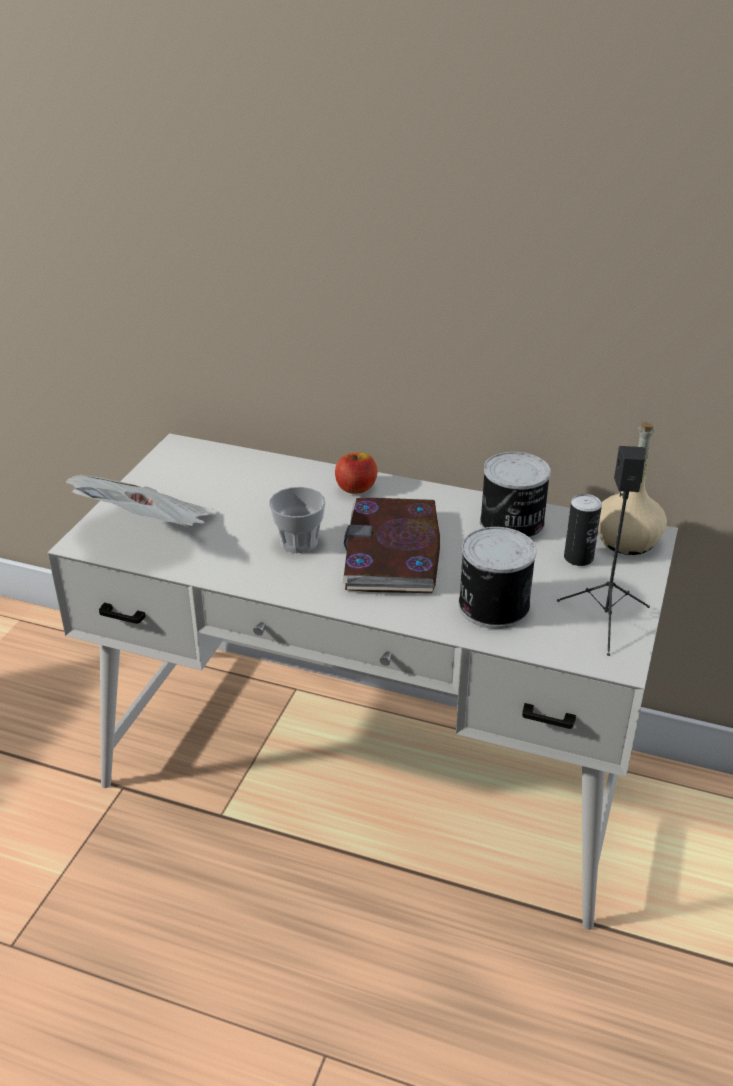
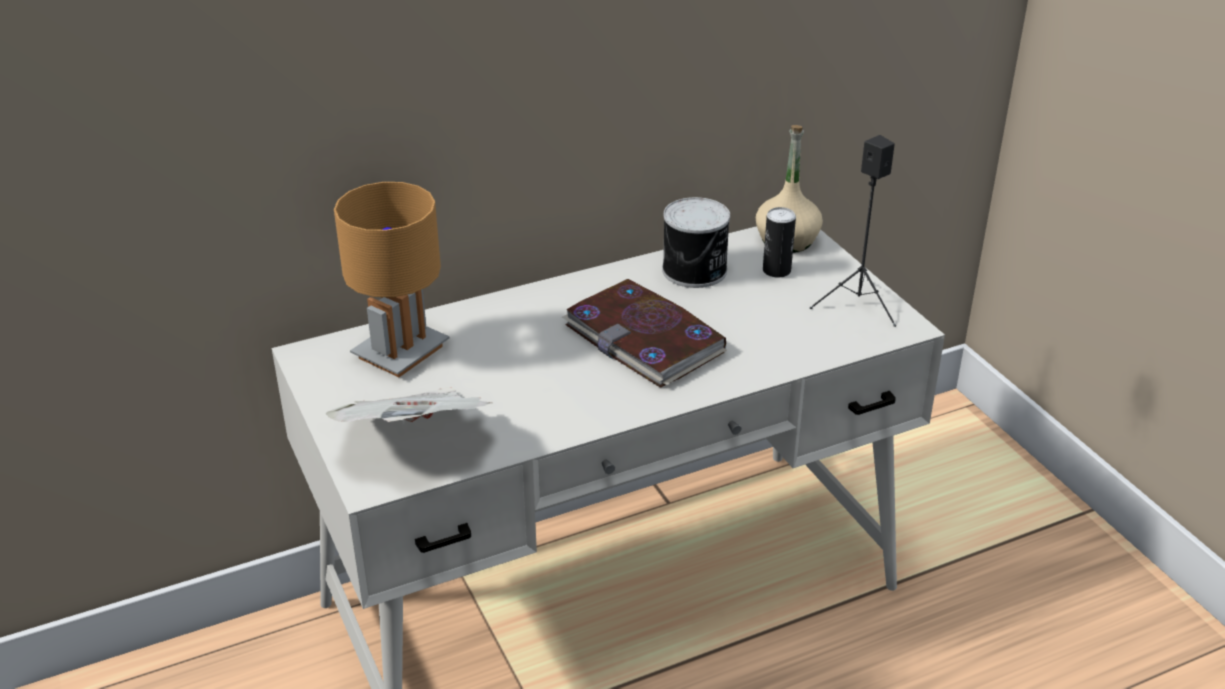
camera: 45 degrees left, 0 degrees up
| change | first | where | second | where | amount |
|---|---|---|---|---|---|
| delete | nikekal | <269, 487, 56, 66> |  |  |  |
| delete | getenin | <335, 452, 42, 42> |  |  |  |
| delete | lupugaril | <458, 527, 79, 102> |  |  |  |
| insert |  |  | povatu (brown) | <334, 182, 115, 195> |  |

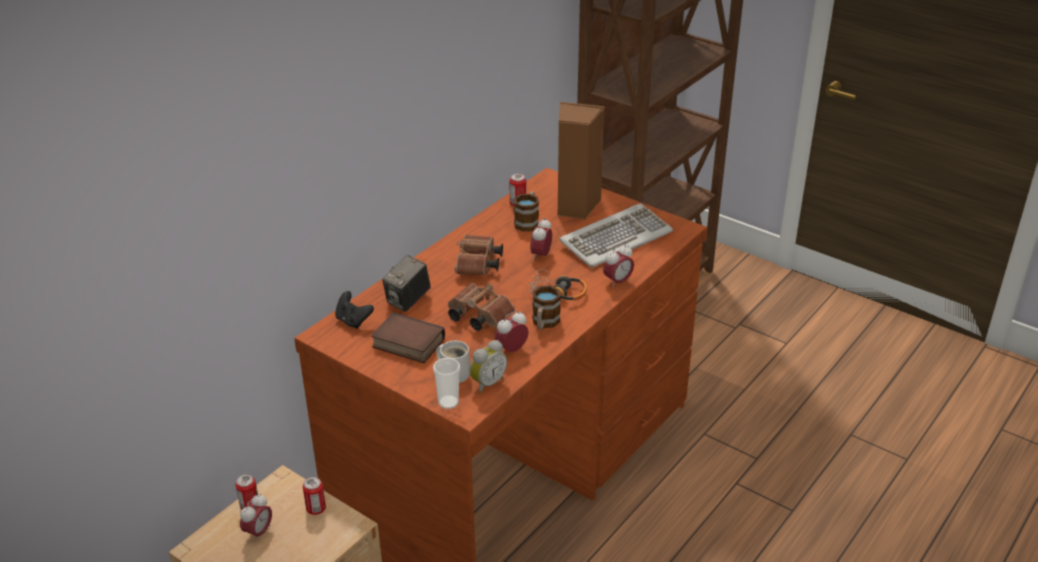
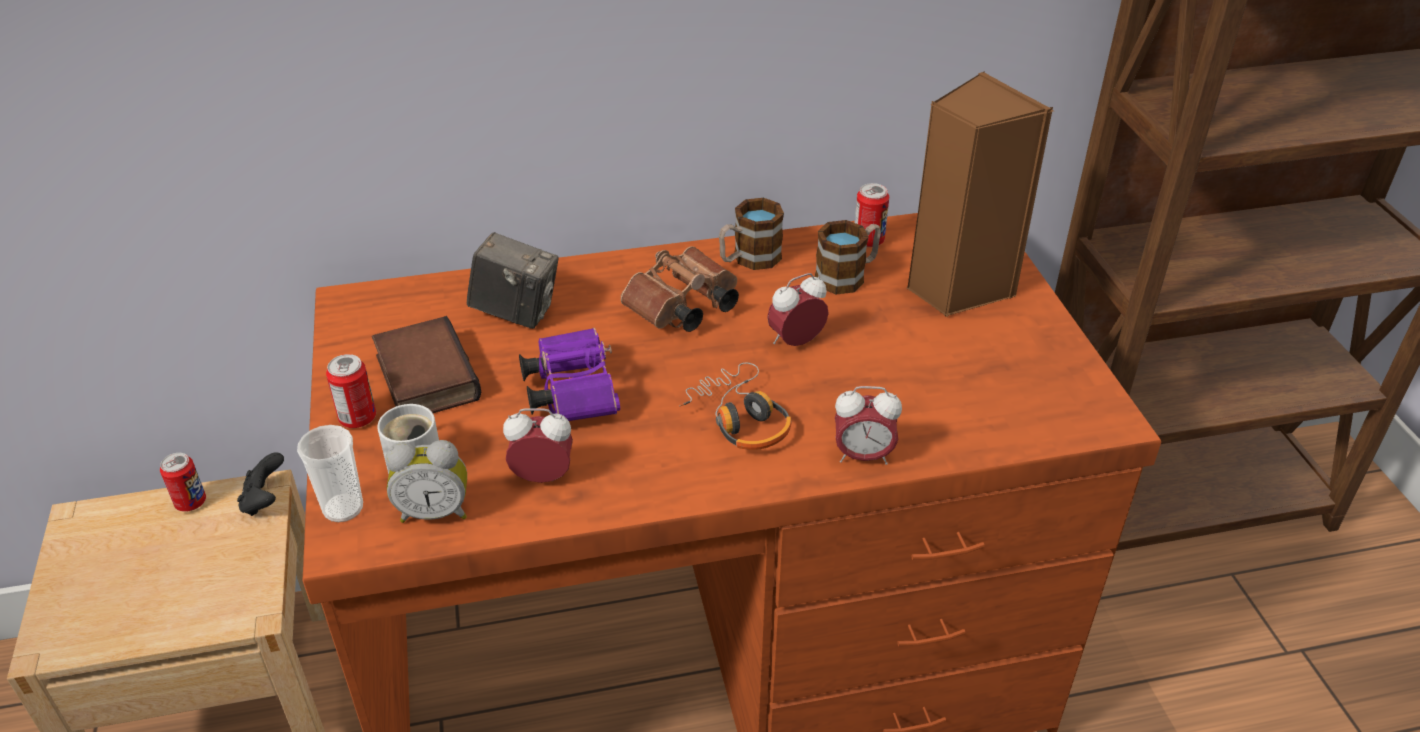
camera: 40 degrees right, 5 degrees up
| change | first | where | second | where | amount |
|---|---|---|---|---|---|
| delete | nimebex | <240, 494, 32, 48> |  |  |  |
| delete | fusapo | <559, 203, 114, 65> |  |  |  |
| move | lupugaril | <303, 477, 23, 38> |  | <326, 354, 50, 74> |  |
| move | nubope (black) | <335, 291, 39, 38> |  | <237, 452, 47, 64> |  |
| move | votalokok | <532, 285, 29, 45> |  | <719, 198, 65, 72> |  |
| recolor | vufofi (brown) | <448, 283, 67, 48> | vufofi (purple) | <519, 328, 101, 93> |  |
| rotate | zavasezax | <382, 255, 49, 57> |  | <467, 232, 92, 97> | 150 degrees counterclockwise |

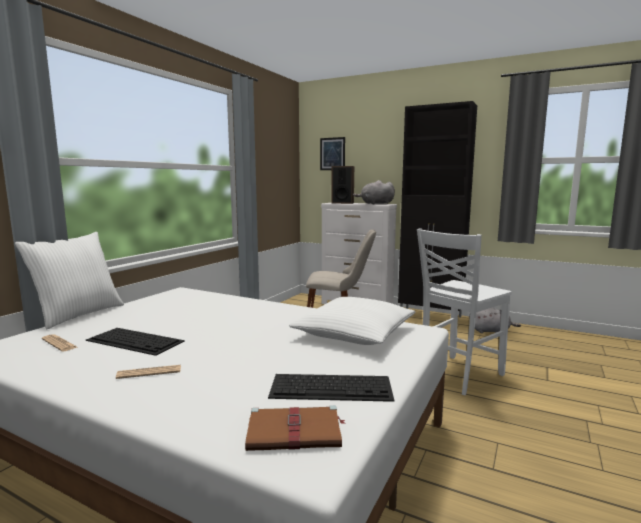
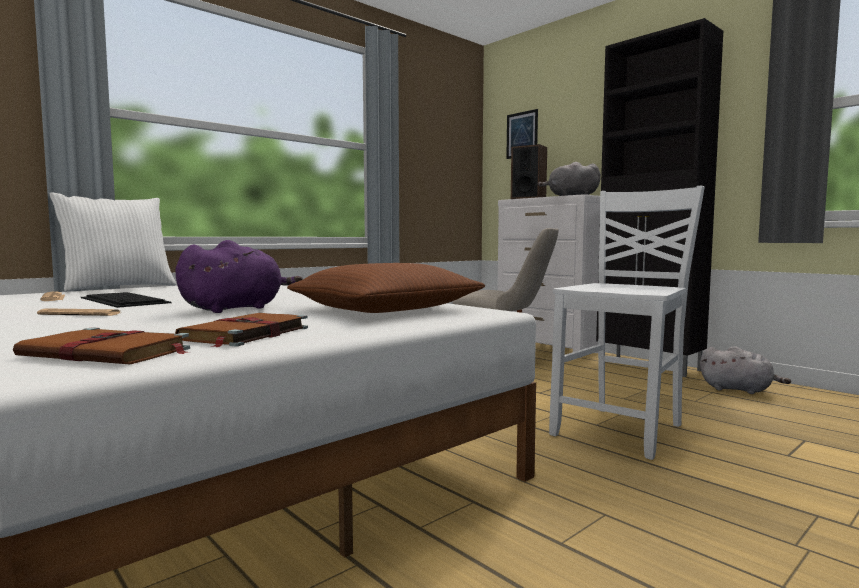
camera: 20 degrees right, 5 degrees down
| change | first | where | second | where | amount |
|---|---|---|---|---|---|
| insert |  |  | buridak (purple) | <175, 240, 127, 73> |  |
| replace | fusapo | <268, 374, 126, 28> | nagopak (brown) | <175, 313, 133, 34> |  |
| recolor | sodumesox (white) | <289, 297, 127, 48> | sodumesox (brown) | <287, 263, 198, 50> |  |
| rotate | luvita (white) | <417, 228, 95, 167> |  | <549, 186, 156, 274> | 150 degrees clockwise |

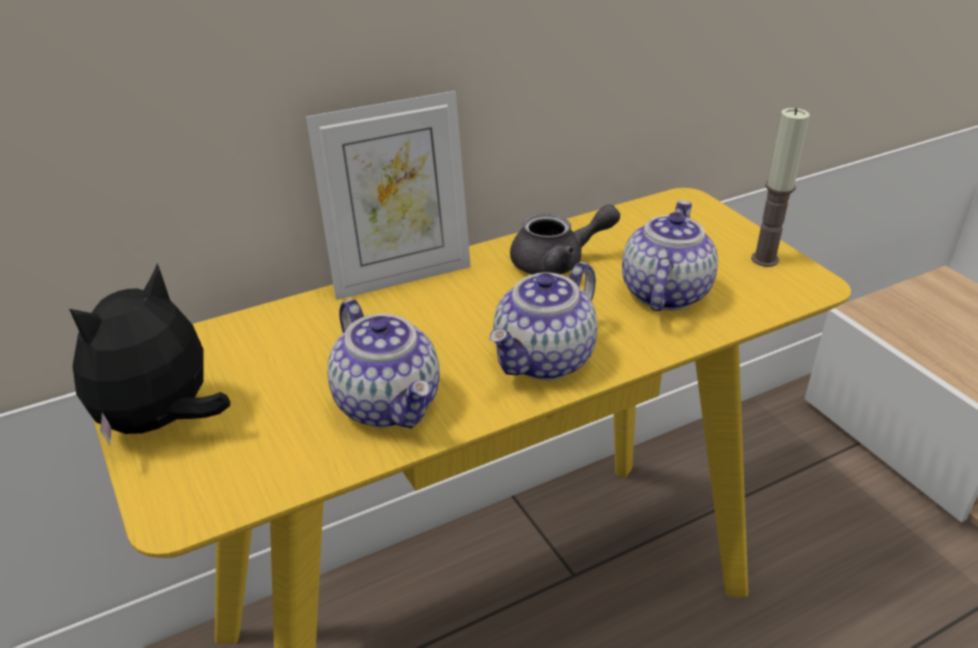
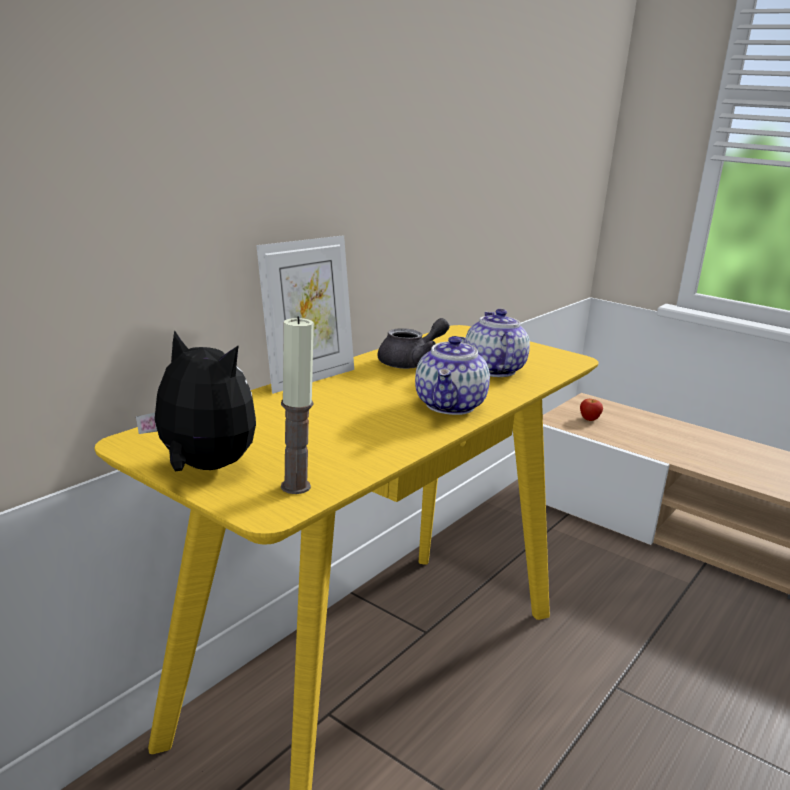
camera: 25 degrees left, 15 degrees down
| change | first | where | second | where | amount |
|---|---|---|---|---|---|
| delete | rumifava | <327, 299, 113, 129> |  |  |  |
| insert |  |  | getenin | <580, 399, 23, 22> |  |
| move | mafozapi | <751, 108, 59, 159> |  | <281, 316, 33, 178> |  |
| rotate | buridak | <69, 263, 161, 182> |  | <136, 330, 120, 141> | 105 degrees clockwise |

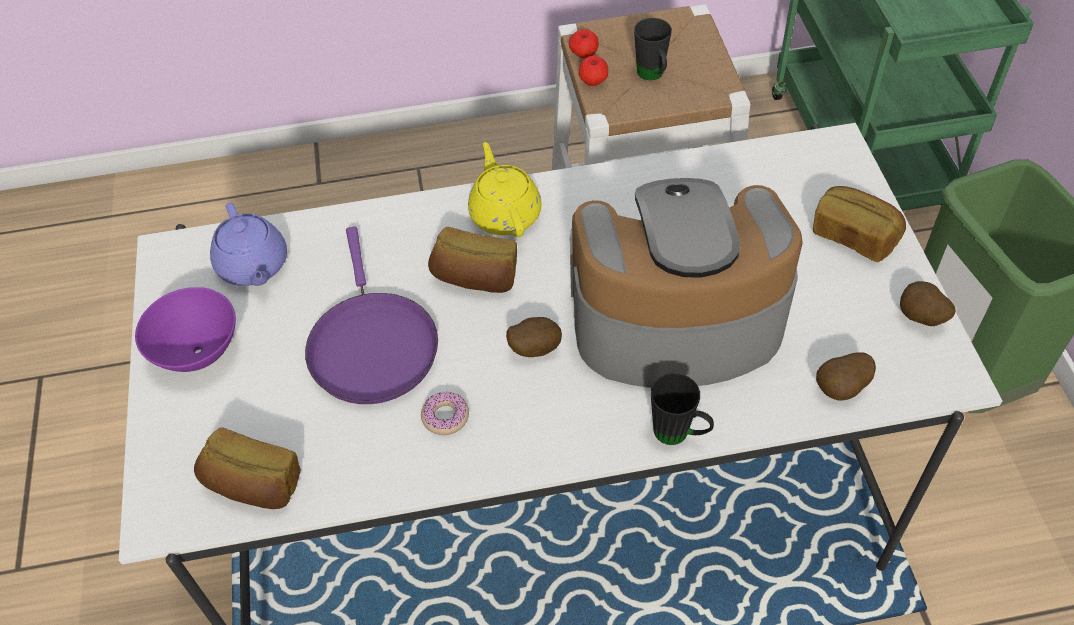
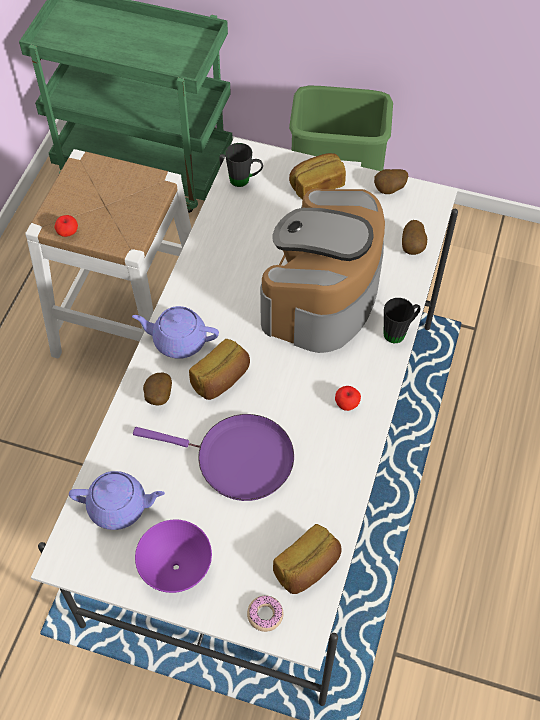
camera: 65 degrees left, 5 degrees up
| change | first | where | second | where | amount |
|---|---|---|---|---|---|
| move | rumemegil | <421, 392, 48, 43> |  | <247, 596, 36, 36> |  |
| move | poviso | <506, 317, 56, 40> |  | <143, 373, 29, 33> |  |
| move | getenin | <579, 56, 29, 30> |  | <335, 386, 26, 25> |  |
| move | votalokok (black) | <634, 18, 38, 62> |  | <225, 143, 38, 44> |  |
| recolor | rumifava (yellow) | <468, 142, 74, 95> | rumifava (purple) | <132, 306, 87, 53> |  |

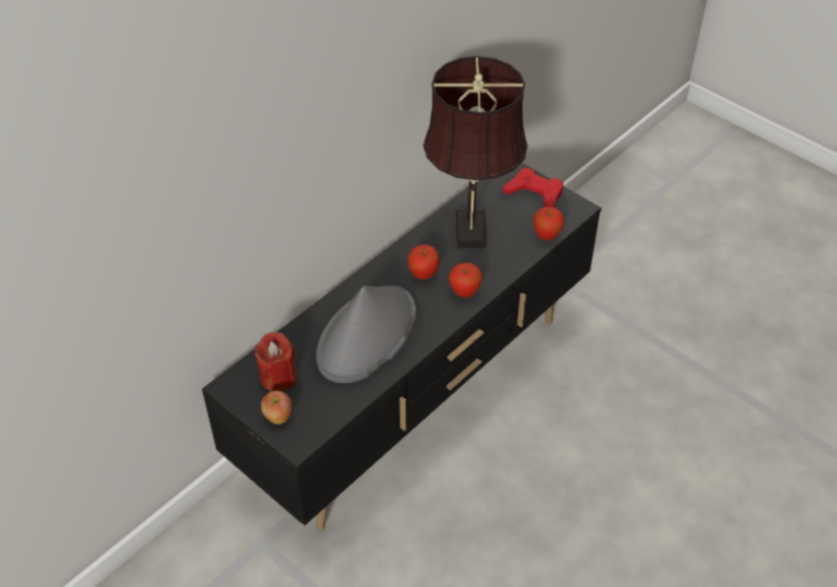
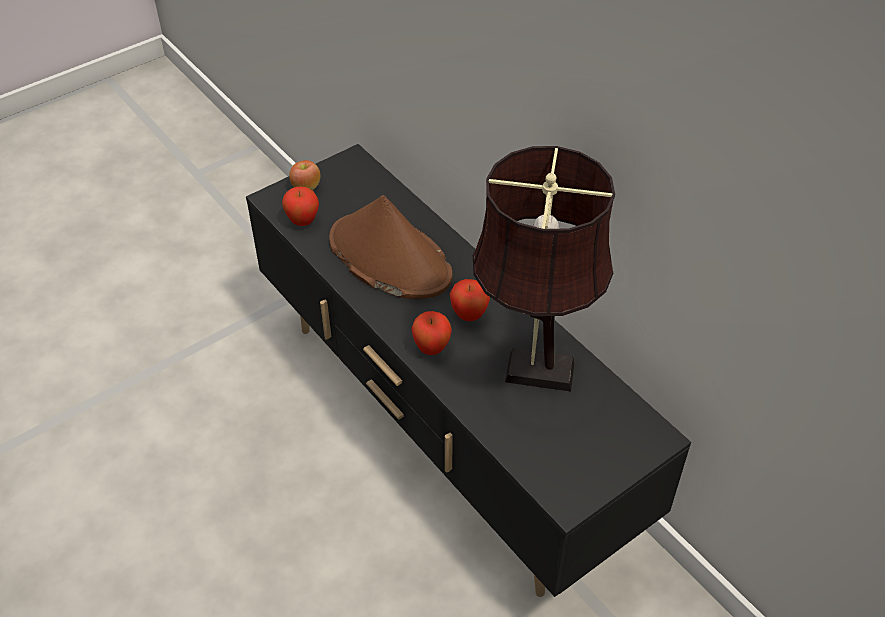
camera: 100 degrees right, 0 degrees up
| change | first | where | second | where | amount |
|---|---|---|---|---|---|
| delete | mafozapi (red) | <255, 332, 42, 59> |  |  |  |
| delete | nubope (red) | <503, 168, 60, 39> |  |  |  |
| move | getenin | <533, 206, 31, 34> |  | <282, 187, 37, 39> |  |
| recolor | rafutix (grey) | <316, 286, 100, 97> | rafutix (brown) | <329, 195, 124, 104> |  |

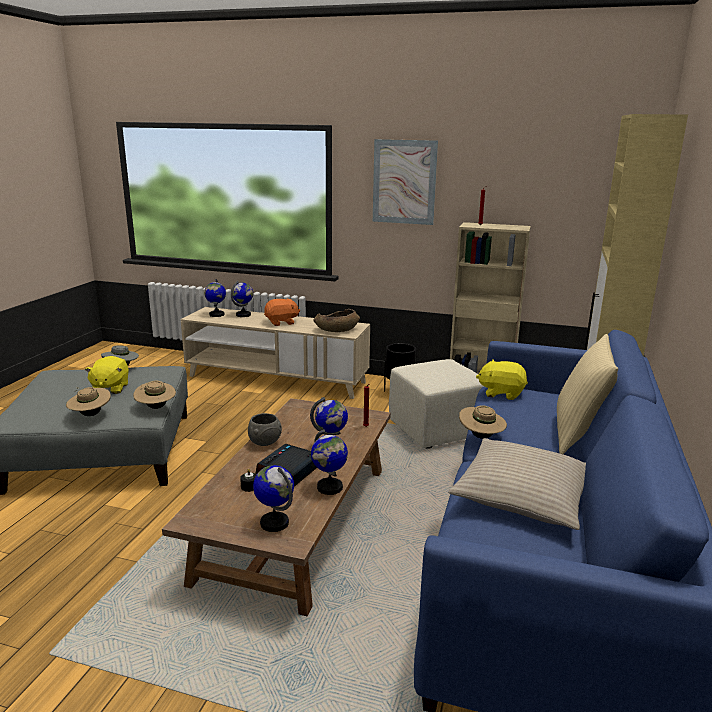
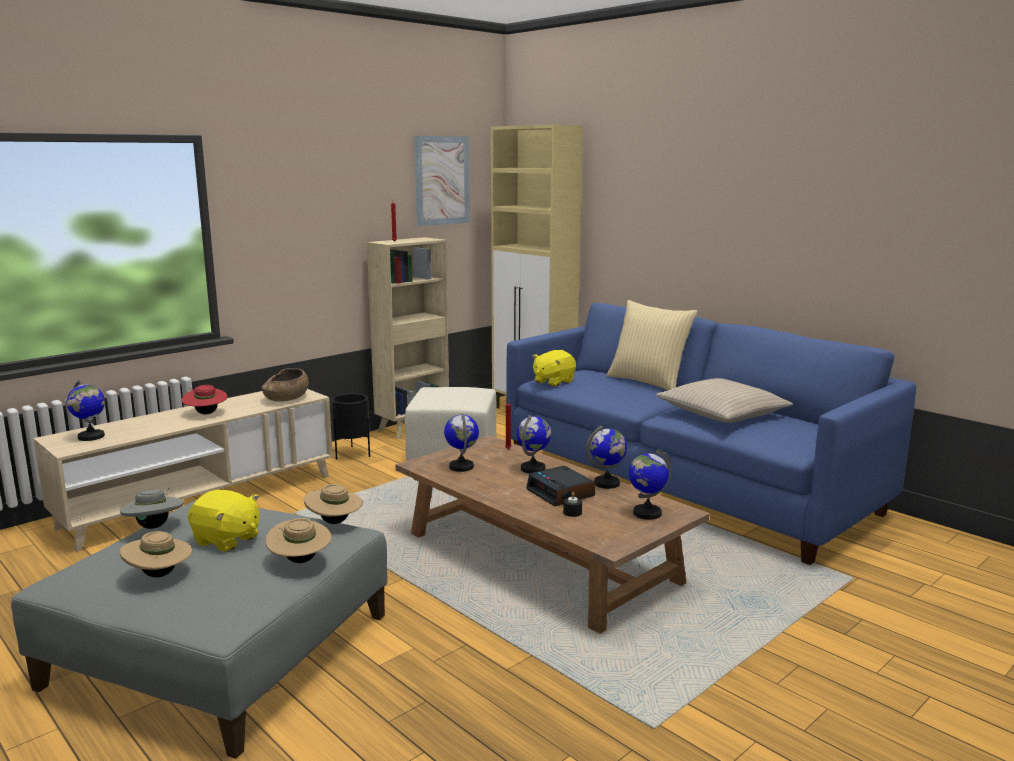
camera: 60 degrees left, 5 degrees down
| change | first | where | second | where | amount |
|---|---|---|---|---|---|
| delete | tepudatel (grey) | <248, 413, 34, 33> |  |  |  |
| move | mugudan | <231, 281, 22, 36> |  | <444, 413, 35, 59> |  |
| move | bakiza | <373, 139, 65, 86> |  | <414, 136, 56, 90> |  |
| move | rafutix (beige) | <459, 405, 48, 34> |  | <120, 531, 72, 46> |  |
| replace | buridak (orange) | <264, 299, 37, 27> | rafutix (red) | <182, 385, 45, 29> |  |

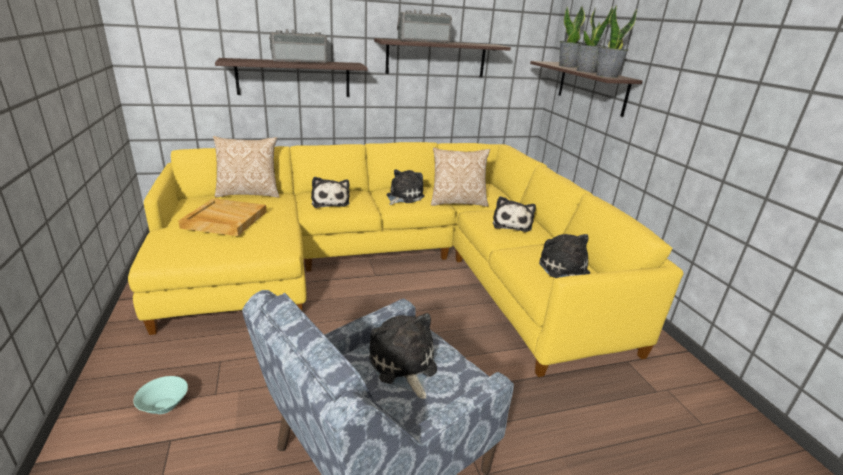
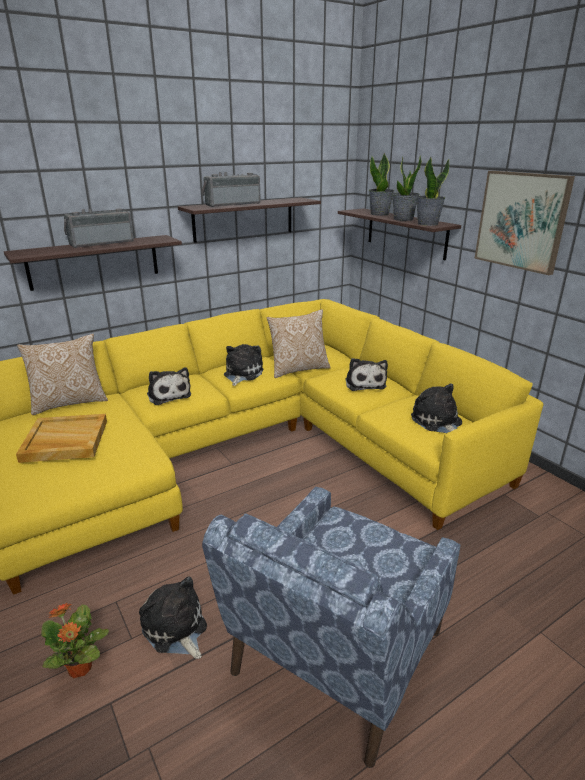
camera: 15 degrees left, 0 degrees up
| change | first | where | second | where | amount |
|---|---|---|---|---|---|
| insert |  |  | bakiza | <474, 171, 101, 104> |  |
| move | buridak | <369, 313, 68, 86> |  | <139, 576, 68, 83> |  |
| replace | tepudatel (turquoise) | <133, 376, 55, 38> | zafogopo | <41, 603, 68, 75> |  |

